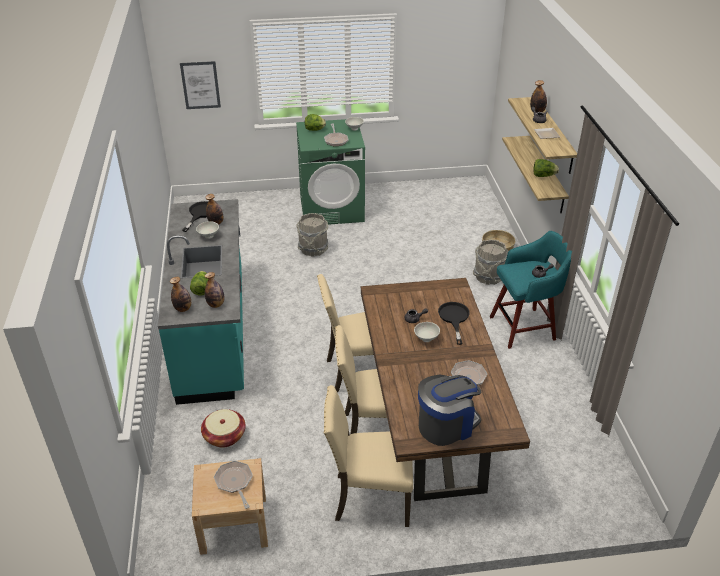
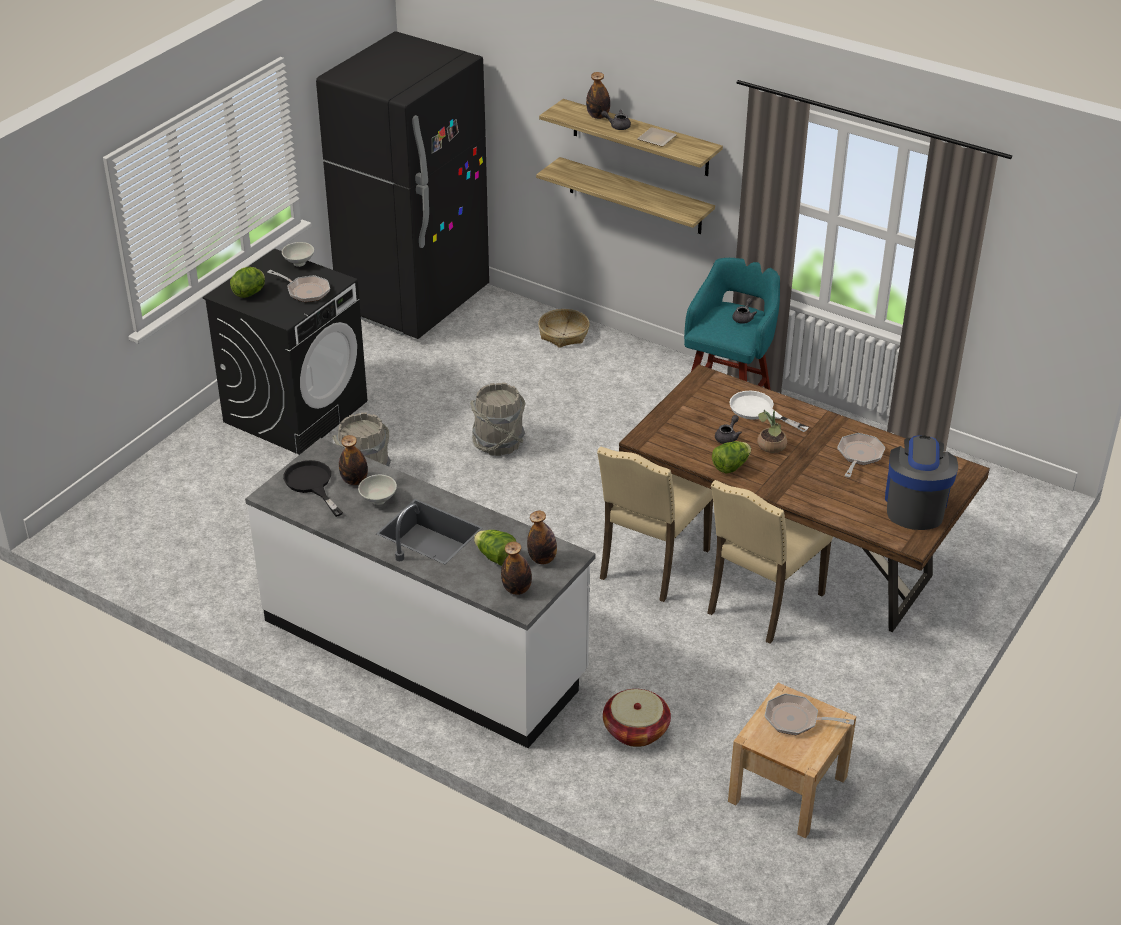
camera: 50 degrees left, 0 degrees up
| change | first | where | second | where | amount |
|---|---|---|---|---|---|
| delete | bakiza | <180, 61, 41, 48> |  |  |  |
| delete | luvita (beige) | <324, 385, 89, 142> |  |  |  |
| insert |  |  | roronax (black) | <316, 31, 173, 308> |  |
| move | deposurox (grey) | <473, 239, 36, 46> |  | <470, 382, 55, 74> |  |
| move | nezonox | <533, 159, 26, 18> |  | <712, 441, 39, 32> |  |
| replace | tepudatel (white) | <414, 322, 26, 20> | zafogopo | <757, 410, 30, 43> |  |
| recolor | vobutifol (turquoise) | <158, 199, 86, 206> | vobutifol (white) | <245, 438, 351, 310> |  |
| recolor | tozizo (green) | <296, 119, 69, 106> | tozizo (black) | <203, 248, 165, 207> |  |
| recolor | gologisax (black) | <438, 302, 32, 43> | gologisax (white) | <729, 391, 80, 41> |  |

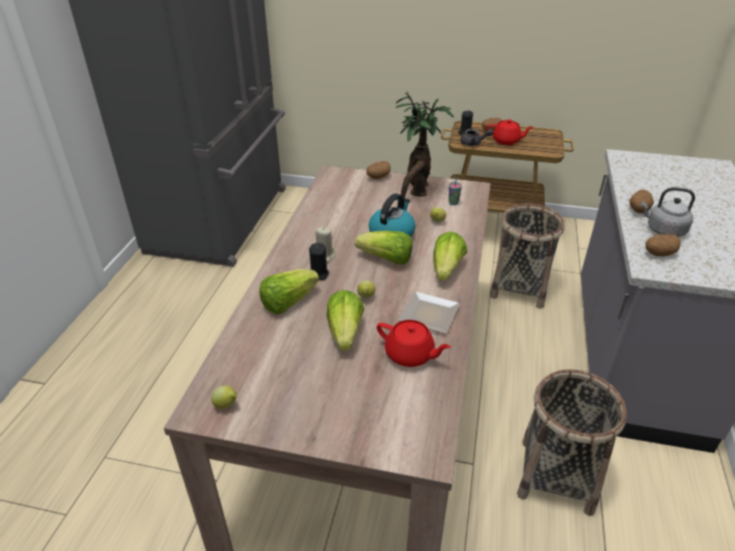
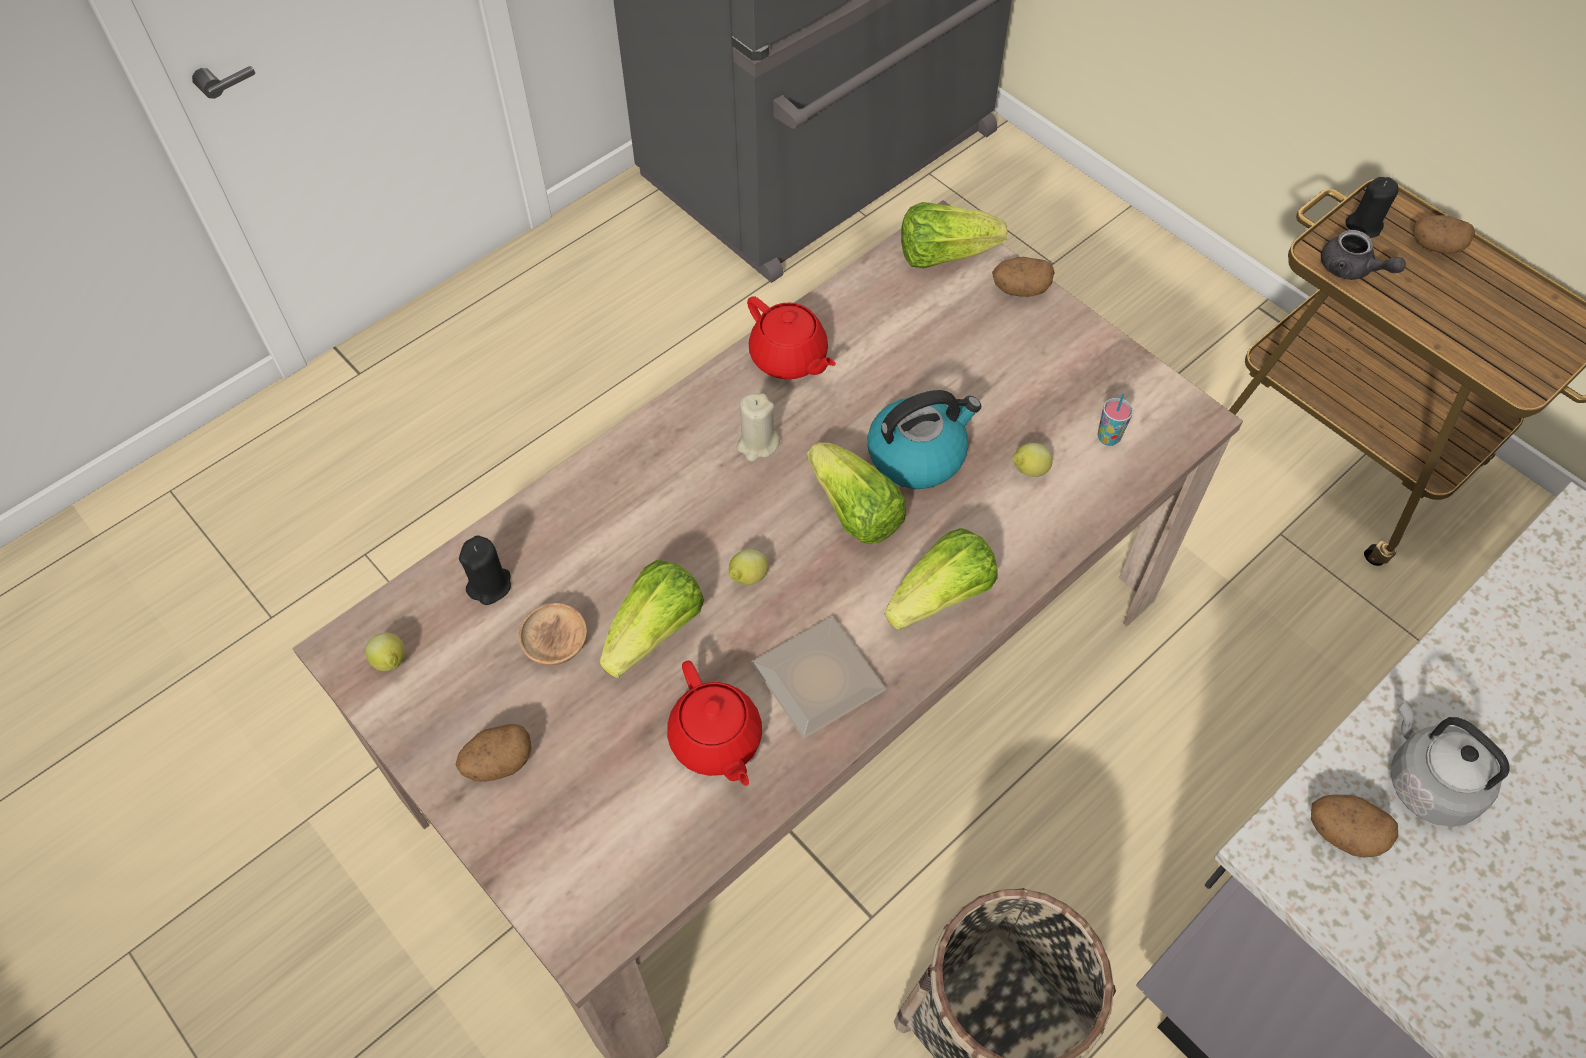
camera: 35 degrees right, 20 degrees up
| change | first | where | second | where | amount |
|---|---|---|---|---|---|
| delete | zafogopo | <395, 91, 59, 107> |  |  |  |
| delete | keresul | <490, 203, 75, 106> |  |  |  |
| insert |  |  | tepudatel (brown) | <518, 603, 69, 62> |  |
| move | nezonox | <259, 269, 60, 45> |  | <901, 202, 106, 66> |  |
| move | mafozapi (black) | <309, 243, 20, 37> |  | <459, 535, 52, 70> |  |
| move | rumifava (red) | <486, 119, 47, 26> |  | <747, 296, 89, 83> |  |
| move | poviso | <629, 190, 25, 23> |  | <455, 724, 77, 58> |  |

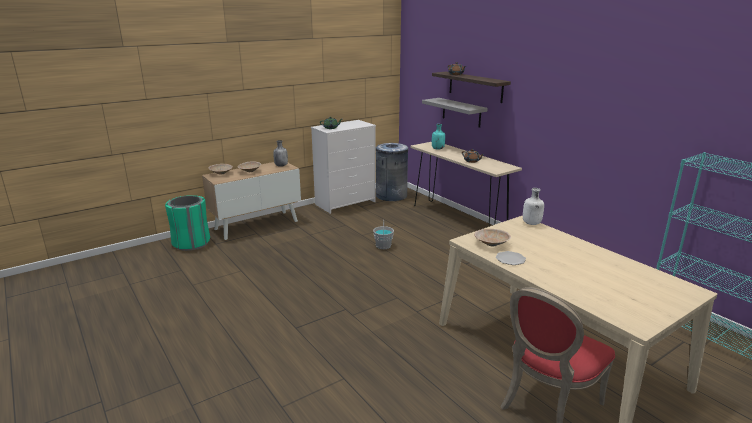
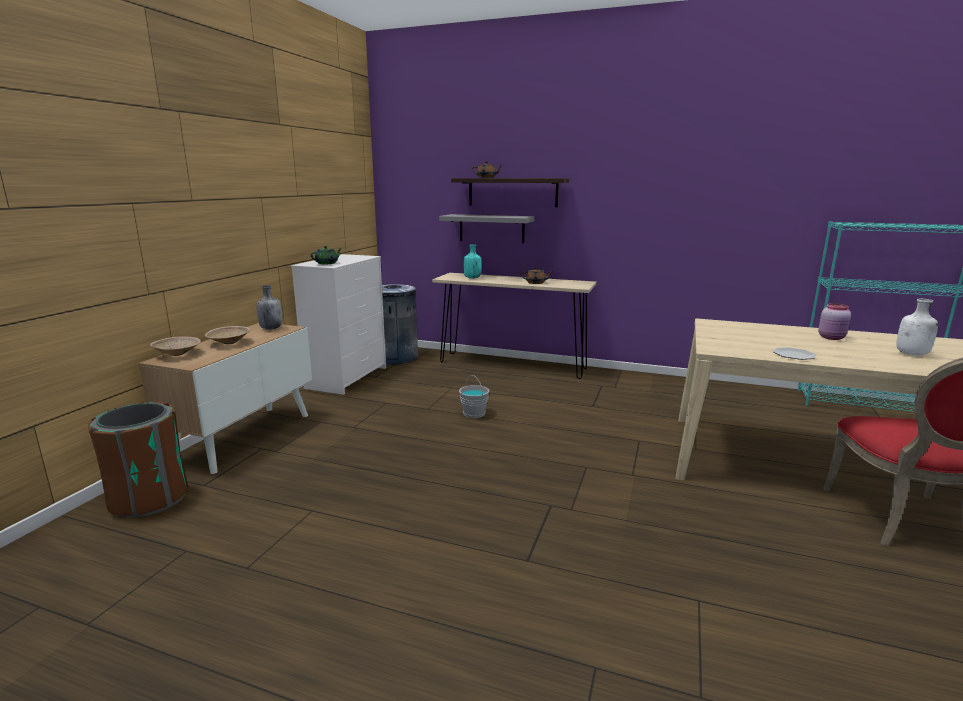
camera: 35 degrees left, 5 degrees down
| change | first | where | second | where | amount |
|---|---|---|---|---|---|
| delete | tepudatel (beige) | <474, 229, 37, 17> |  |  |  |
| insert |  |  | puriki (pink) | <818, 303, 33, 37> |  |
| move | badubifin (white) | <523, 188, 21, 37> |  | <897, 298, 41, 58> |  |
| recolor | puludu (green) | <165, 195, 45, 56> | puludu (brown) | <88, 402, 101, 116> |  |

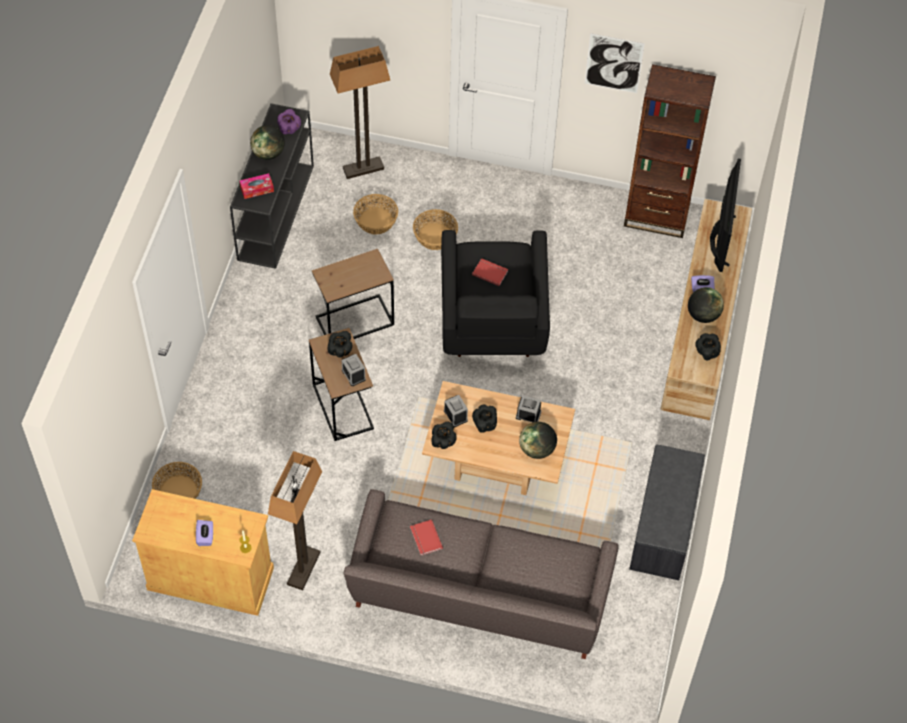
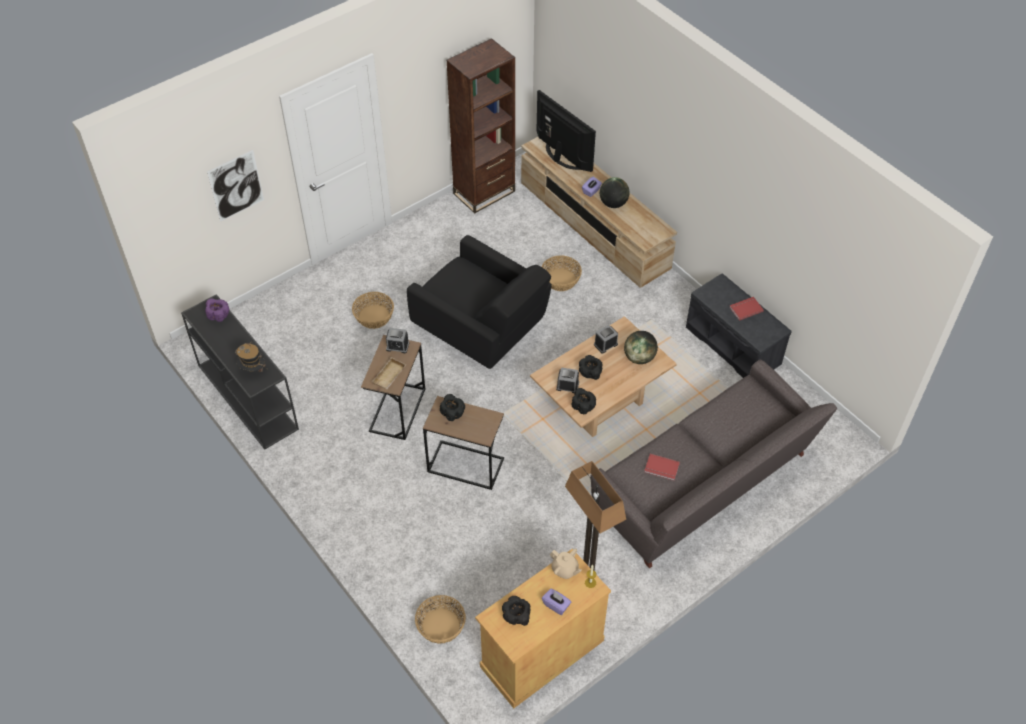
camera: 50 degrees left, 5 degrees down
| change | first | where | second | where | amount |
|---|---|---|---|---|---|
| delete | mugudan | <250, 125, 35, 35> |  |  |  |
| delete | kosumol | <330, 46, 60, 133> |  |  |  |
| insert |  |  | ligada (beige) | <372, 357, 35, 32> |  |
| insert |  |  | rumifava (beige) | <550, 548, 32, 31> |  |
| move | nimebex | <341, 354, 25, 32> |  | <386, 328, 23, 25> |  |
| move | keresul | <353, 194, 45, 40> |  | <542, 255, 40, 36> |  |
| move | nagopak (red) | <472, 258, 36, 28> |  | <729, 297, 35, 24> |  |
| move | bakiza | <585, 33, 60, 60> |  | <207, 150, 57, 72> |  |
| move | tepudatel (black) | <696, 333, 25, 27> |  | <502, 596, 29, 30> |  |
| replace | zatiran | <240, 173, 34, 26> | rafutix | <235, 342, 32, 30> |  |

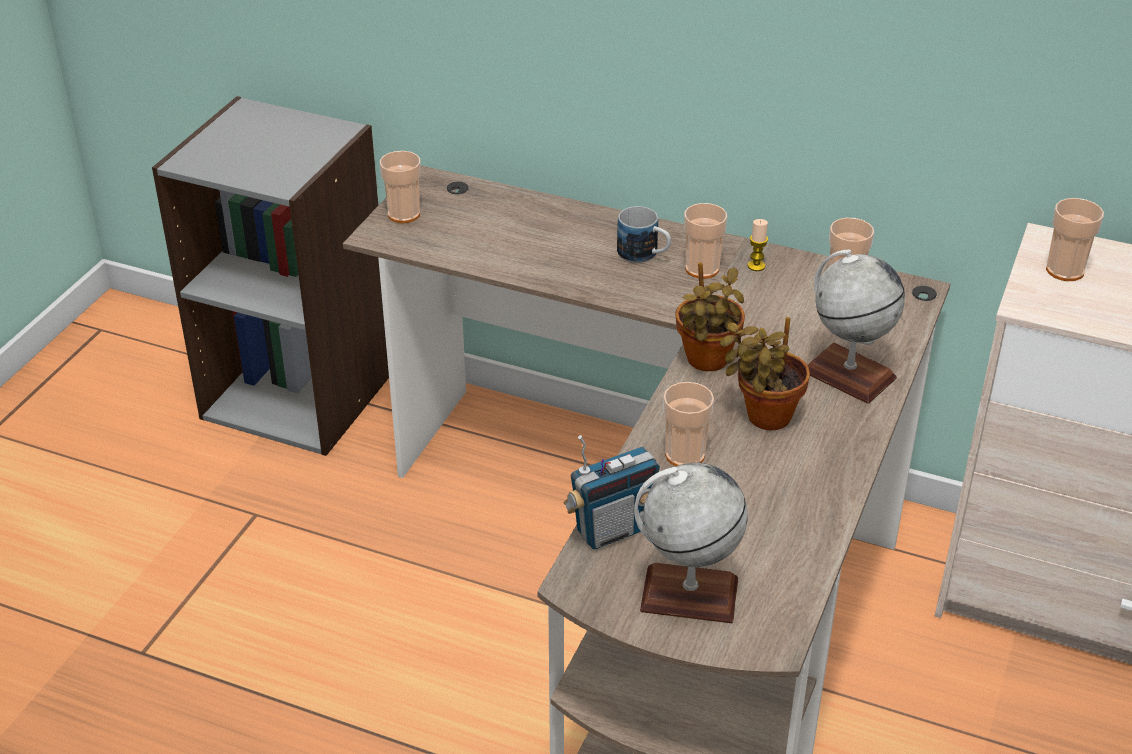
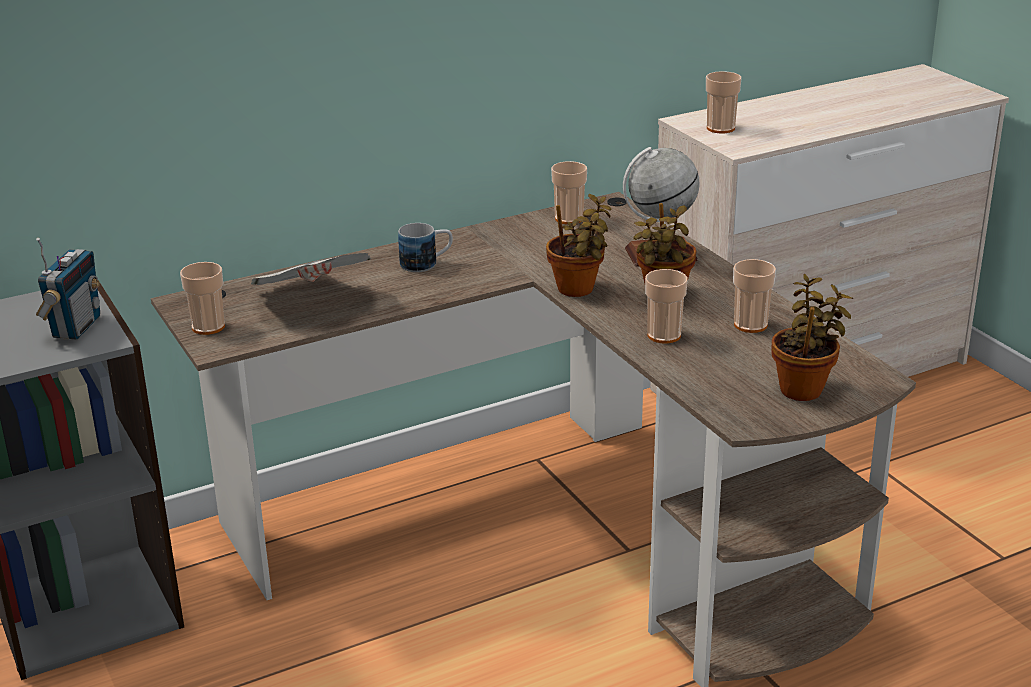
camera: 50 degrees left, 10 degrees down
| change | first | where | second | where | amount |
|---|---|---|---|---|---|
| delete | mafozapi | <748, 219, 20, 52> |  |  |  |
| insert |  |  | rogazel | <251, 253, 120, 32> |  |
| move | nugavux | <563, 435, 98, 115> |  | <36, 238, 64, 102> |  |
| move | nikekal | <684, 203, 43, 76> |  | <733, 259, 43, 74> |  |
| replace | mugudan | <634, 463, 114, 160> | zafogopo | <771, 274, 82, 127> |  |

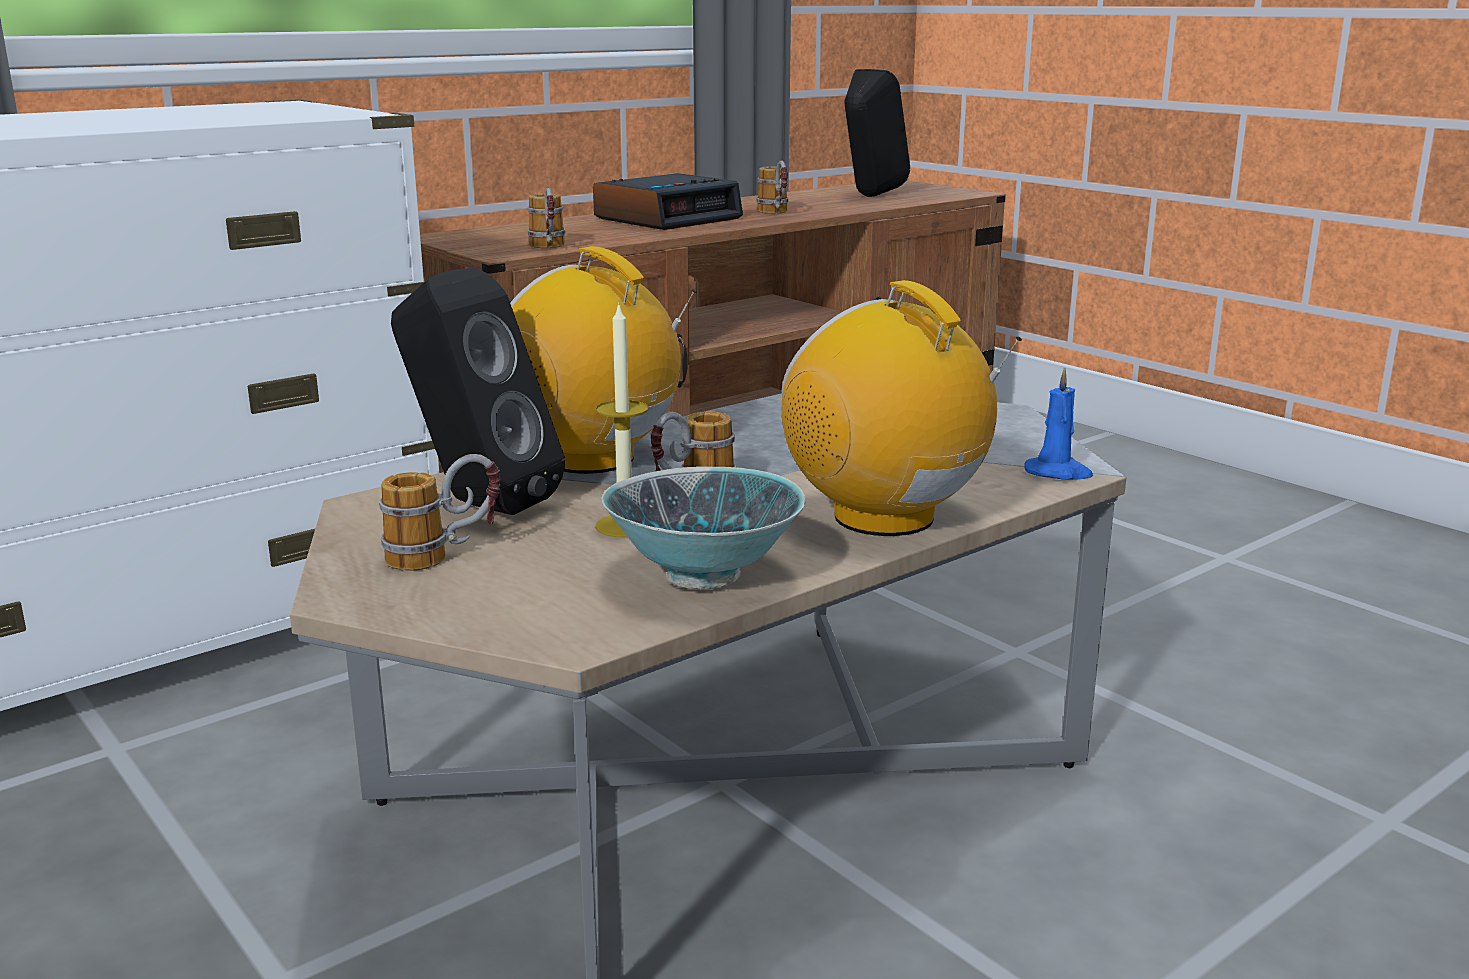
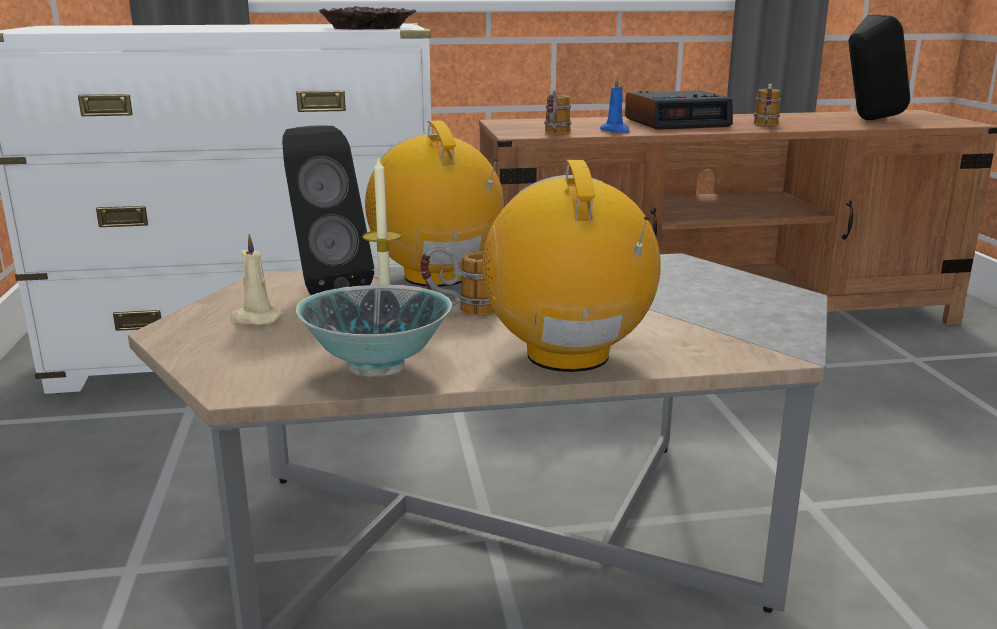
camera: 30 degrees right, 0 degrees up
| change | first | where | second | where | amount |
|---|---|---|---|---|---|
| insert |  |  | tepudatel | <319, 6, 97, 24> |  |
| move | mafozapi (blue) | <1024, 368, 69, 112> |  | <600, 76, 30, 57> |  |
| replace | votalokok | <379, 454, 121, 117> | mafozapi (beige) | <230, 234, 53, 91> |  |

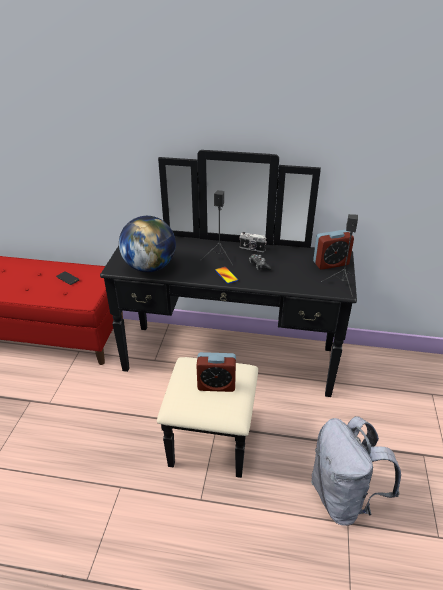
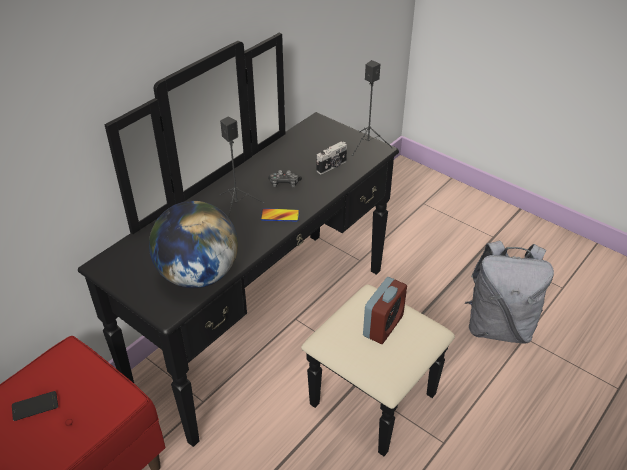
camera: 60 degrees left, 5 degrees up
| change | first | where | second | where | amount |
|---|---|---|---|---|---|
| delete | nimebex | <313, 230, 41, 40> |  |  |  |
| move | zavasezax | <239, 232, 28, 20> |  | <316, 141, 31, 33> |  |

